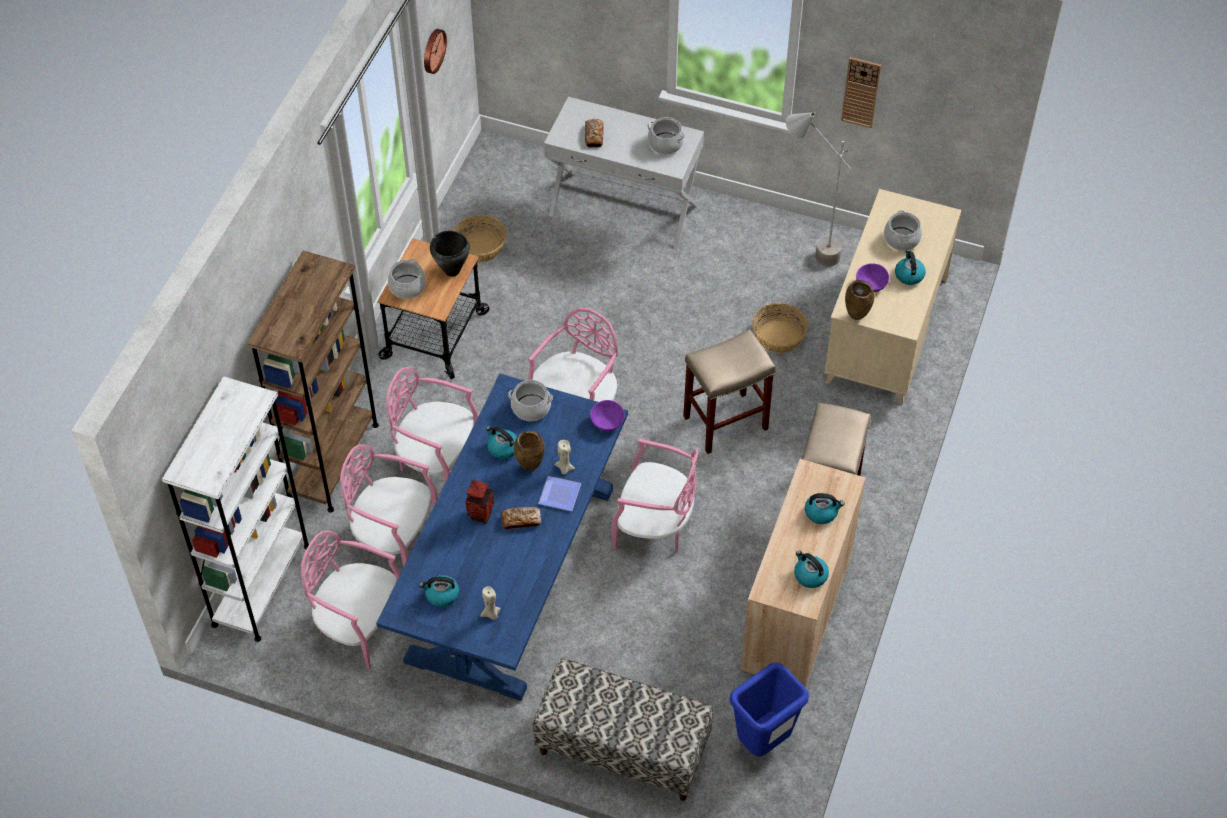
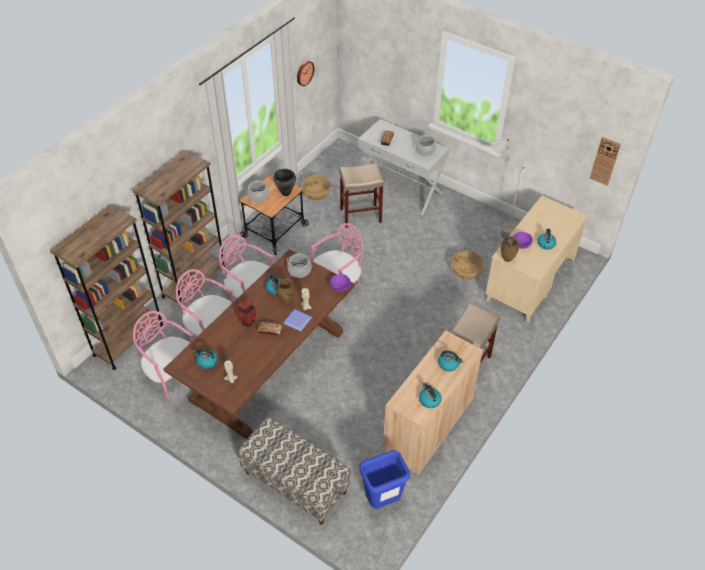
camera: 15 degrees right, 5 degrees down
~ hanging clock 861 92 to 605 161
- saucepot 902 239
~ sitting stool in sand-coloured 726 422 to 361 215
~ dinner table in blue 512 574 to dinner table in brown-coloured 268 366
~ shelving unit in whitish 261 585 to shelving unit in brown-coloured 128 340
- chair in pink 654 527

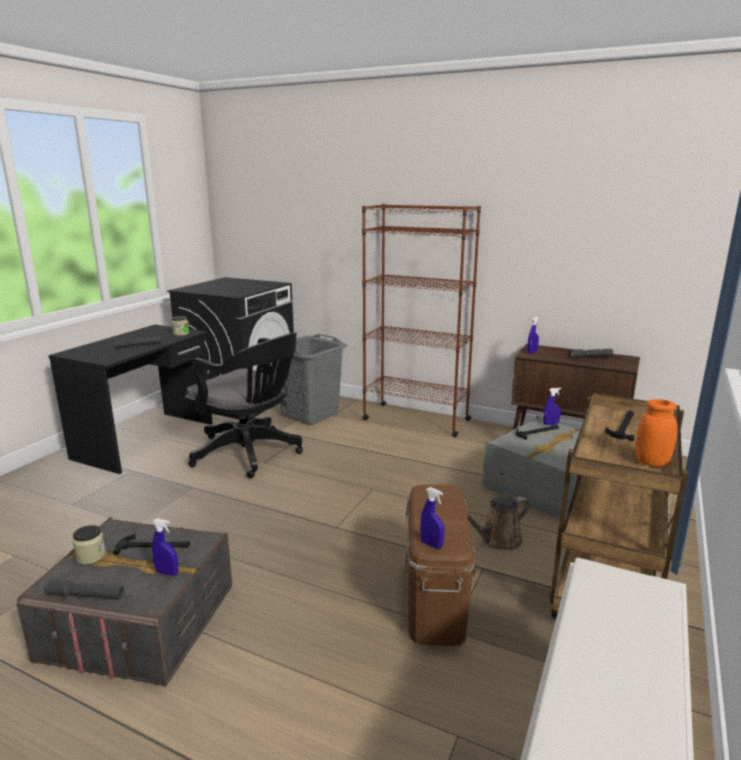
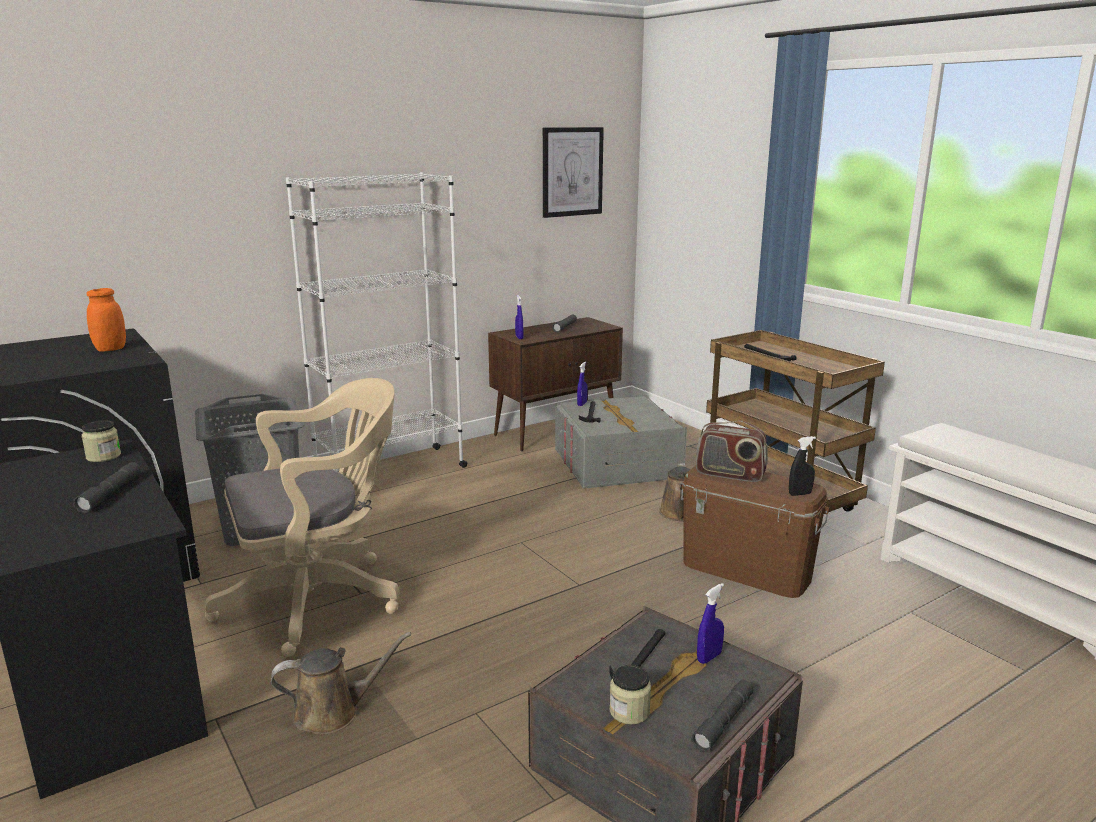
camera: 60 degrees left, 0 degrees up
~ shelving unit in brown-coloured 416 419 to shelving unit in whitish 391 472
~ office chair in blackish 250 454 to office chair in sand-coloured 319 599
~ storage jar in orangey 651 462 to 110 349
~ sprayer in blue 431 544 to sprayer in blackish 800 494
+ wall art 572 172
+ radio 730 474
+ watering pot in brown-coloured 333 712

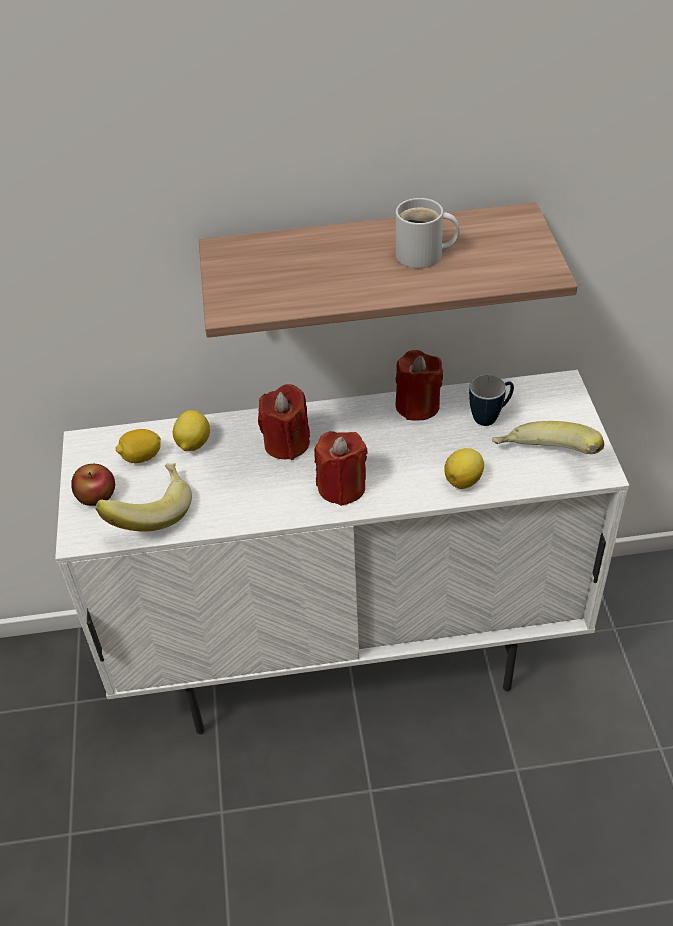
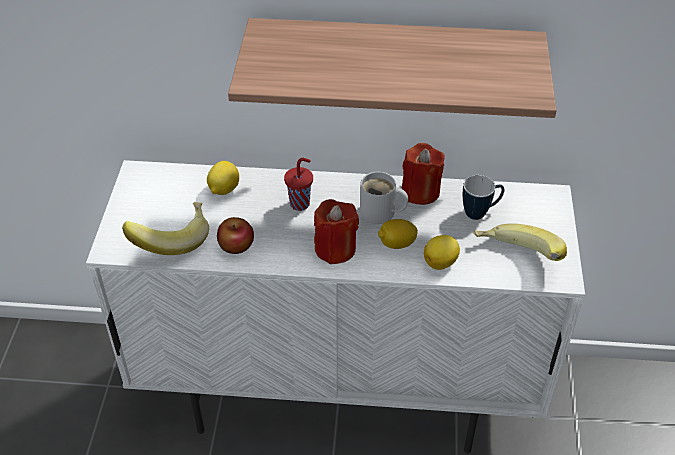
camera: 10 degrees right, 0 degrees up
~ tea mug in whitish 423 255 to 380 213
~ candle in reddish 286 443 to drinking cup in reddish 300 203
~ lemon 141 457 to 396 244
~ apple fruit 96 495 to 236 245

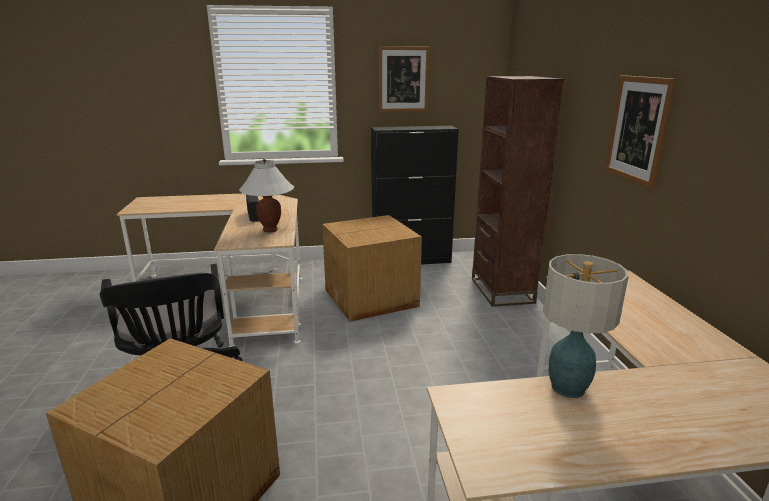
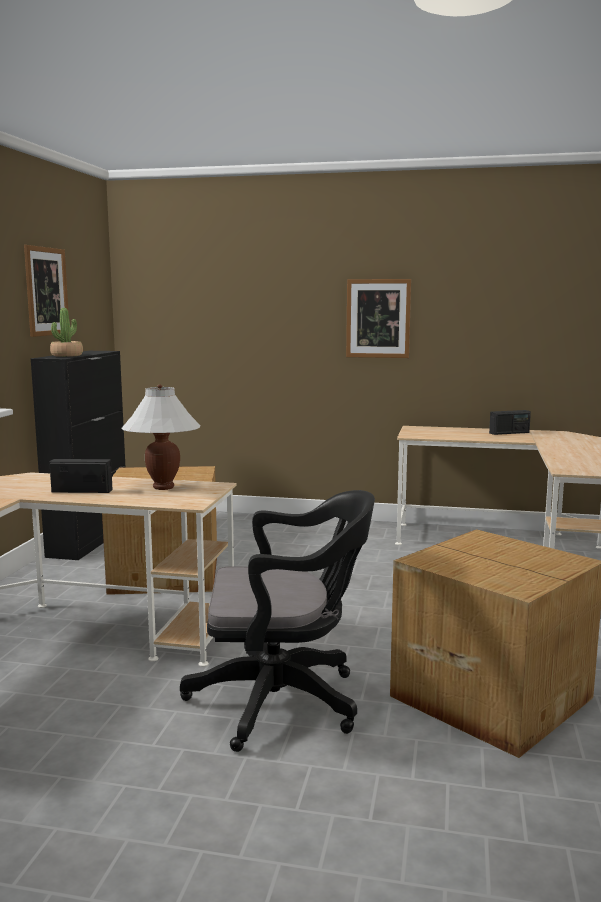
camera: 70 degrees left, 10 degrees down
- shelving unit in brown-coloured 501 290
- lamp for a table 567 388
+ plant in a pot 67 355
+ radio 509 433

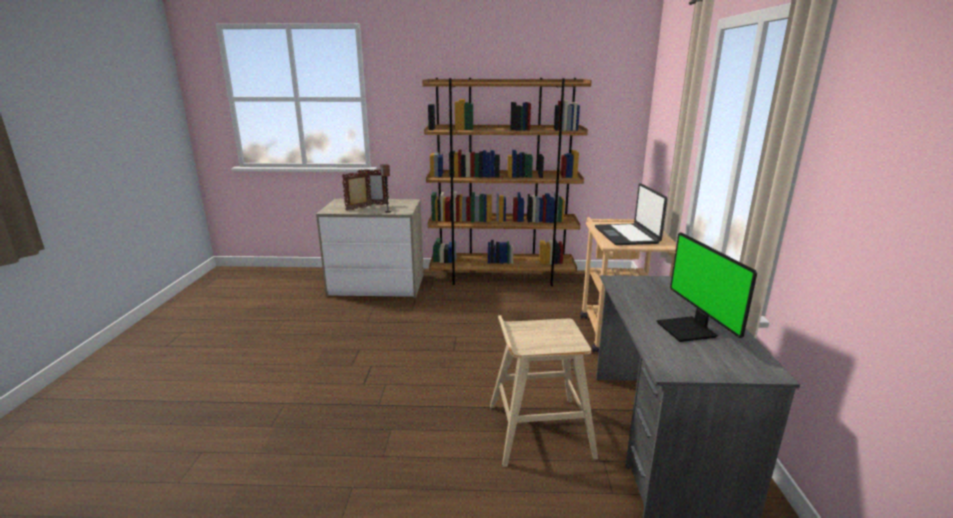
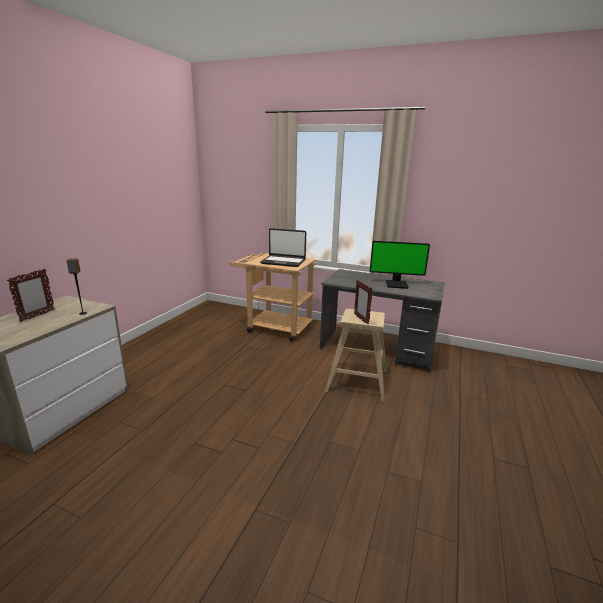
camera: 70 degrees left, 0 degrees up
- shelving unit in brown-coloured 502 277
~ standing frame 359 208 to 361 319

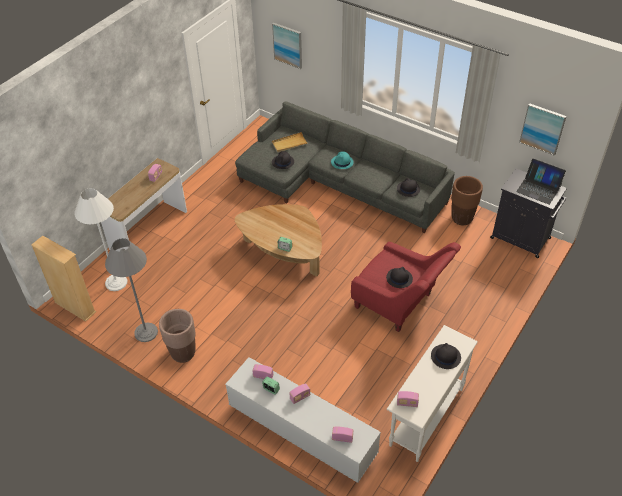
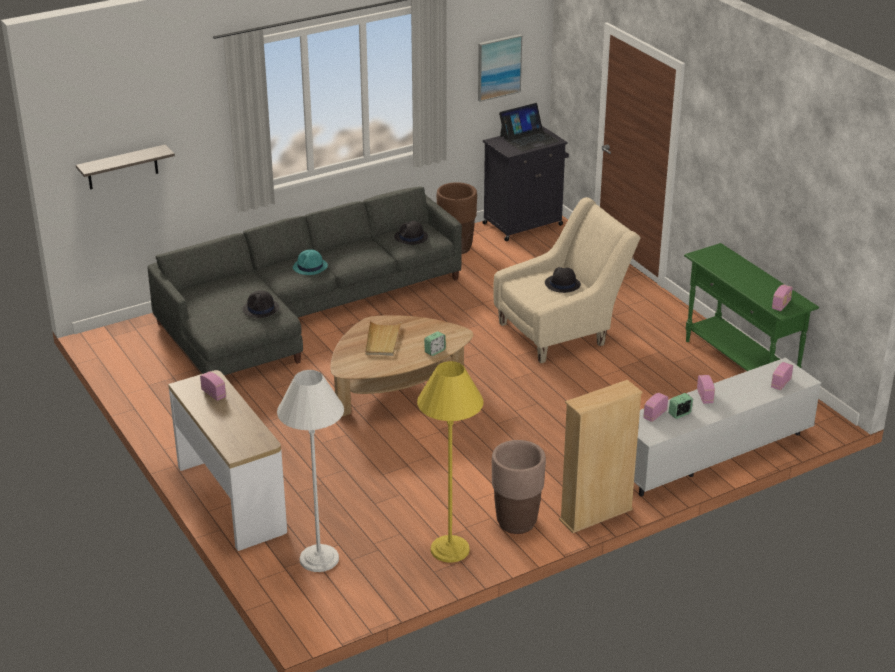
camera: 65 degrees left, 15 degrees down
~ wall art 288 45 to bracket shelf 122 167
~ serving tray in sand-coloured 289 143 to 382 340
~ shelving unit in sand-coloured 75 307 to 596 515
~ standing lamp in greyish 146 332 to standing lamp in yellow 450 549
~ lounge chair in reddish 400 305 to lounge chair in sand-coloured 562 331
~ hall table in whitish 426 417 to hall table in green-coloured 740 365
- wearable hat in blackish 445 357

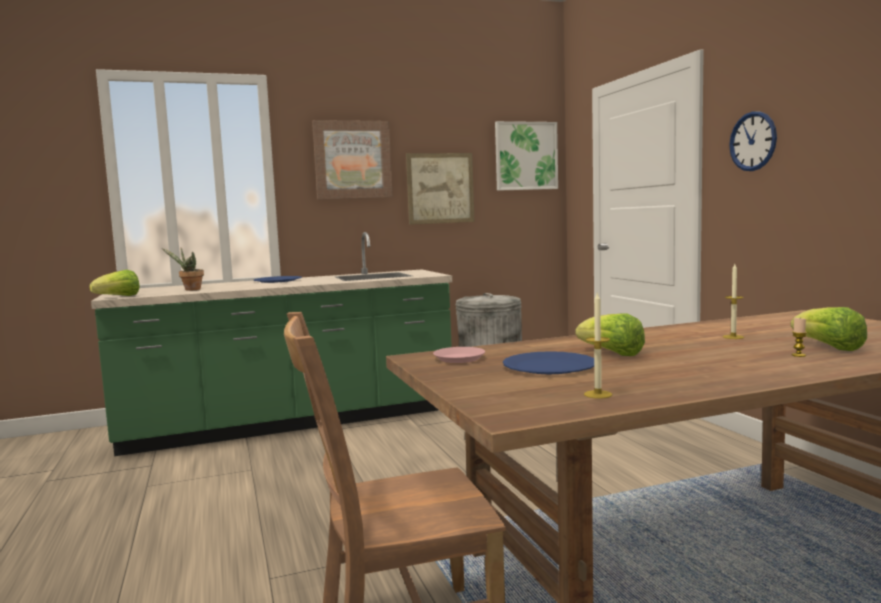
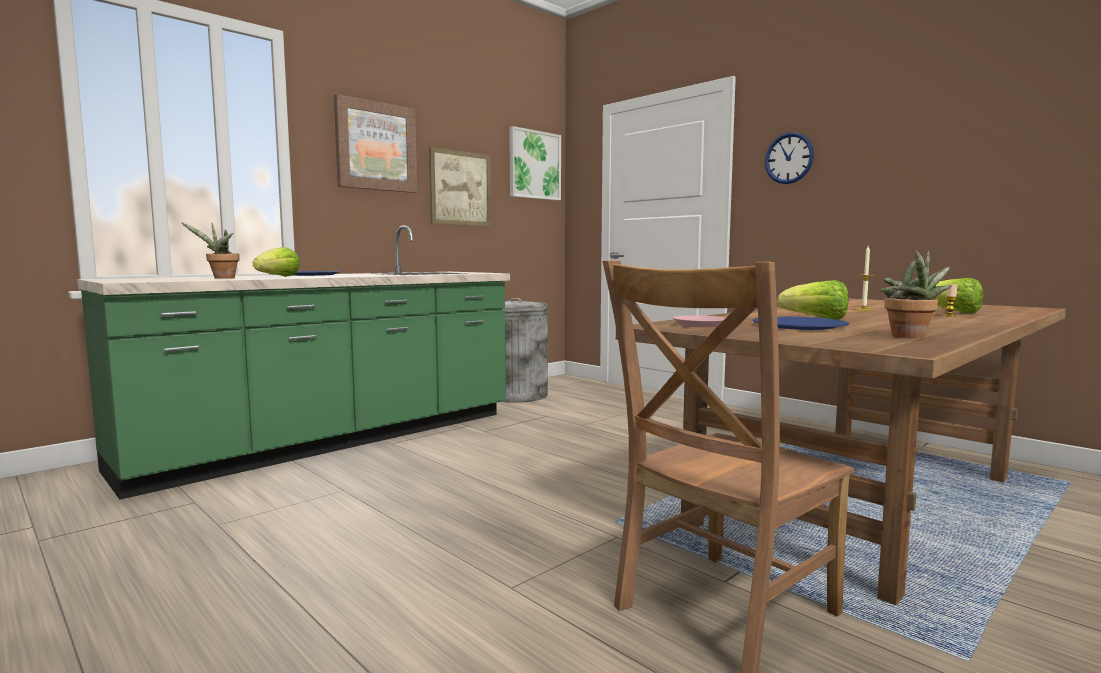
camera: 25 degrees left, 0 degrees up
~ head of lettuce 119 297 to 278 277
~ candle 598 394 to plant in a pot 910 337

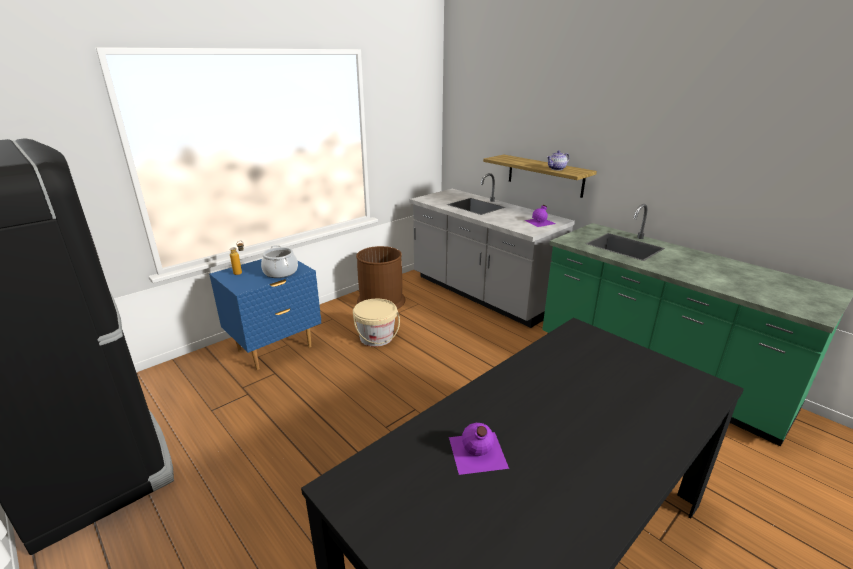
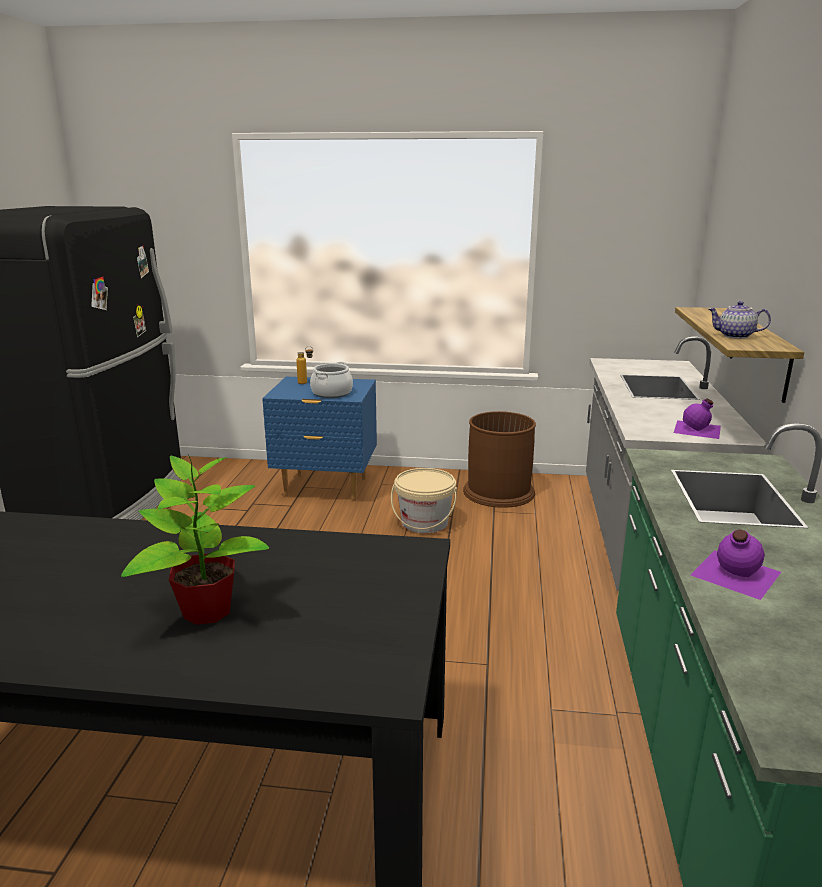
camera: 50 degrees right, 5 degrees down
~ bottle in purple-coloured 477 453 to 734 573
+ plant in a pot 206 610

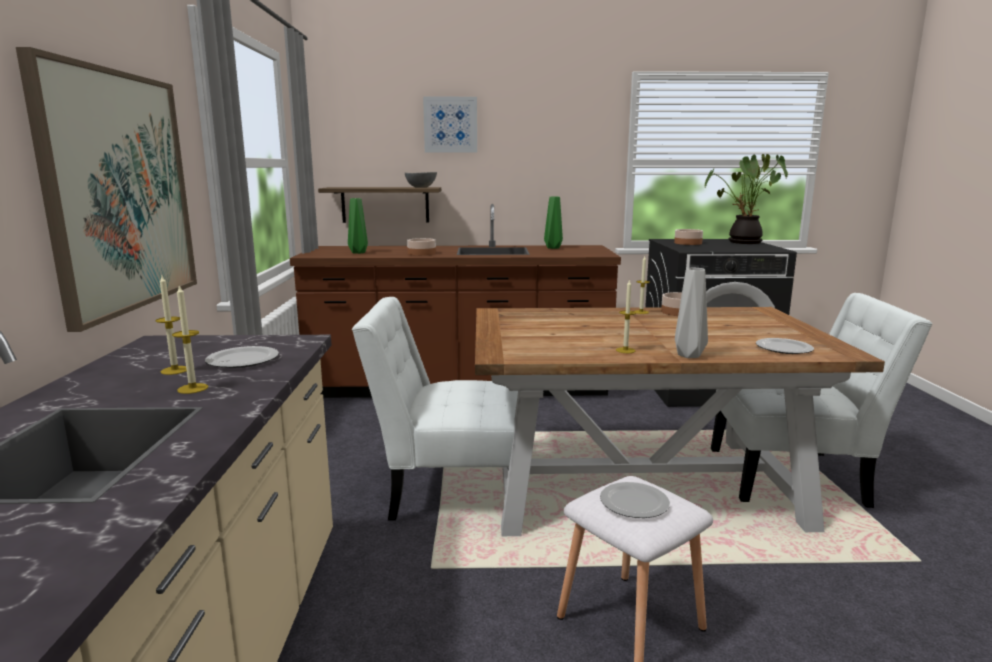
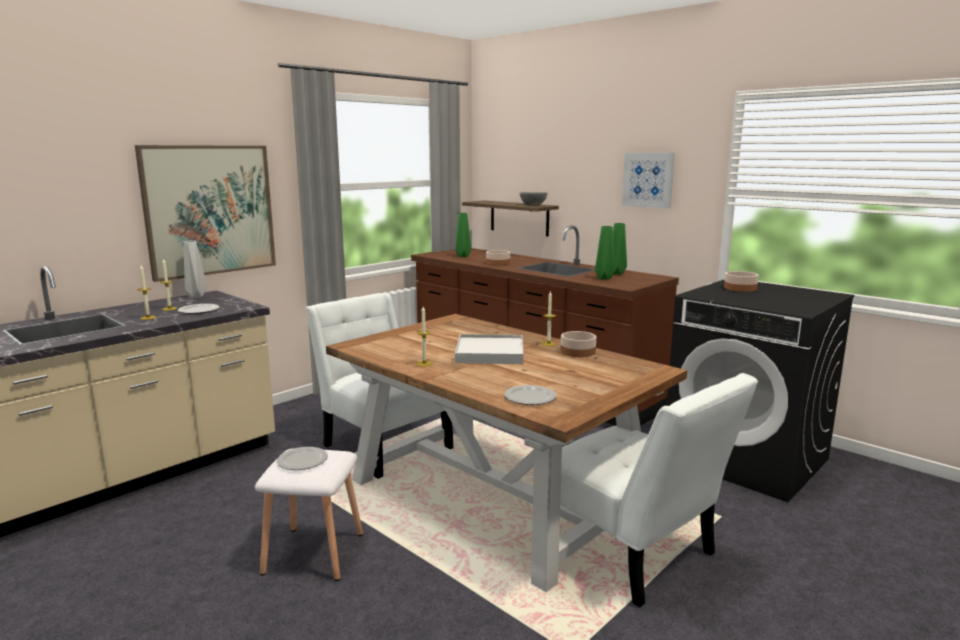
camera: 45 degrees right, 0 degrees up
~ wall art 450 125 to 648 179
- plant in a pot 742 242
~ vase in greyish 689 356 to 195 297
+ vase in green-coloured 604 278
+ serving tray in whitish 490 353

